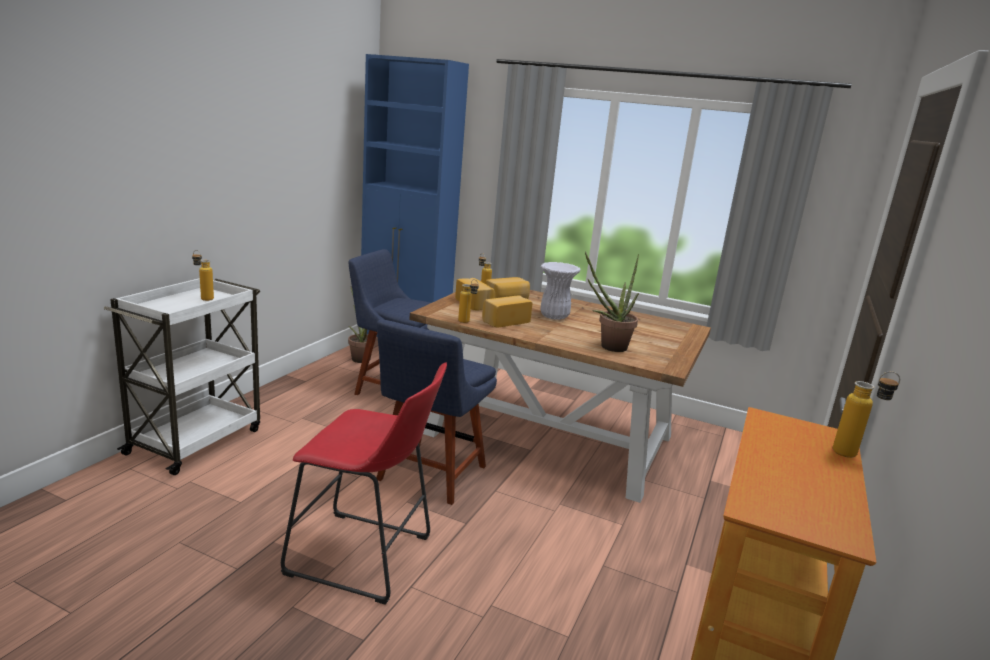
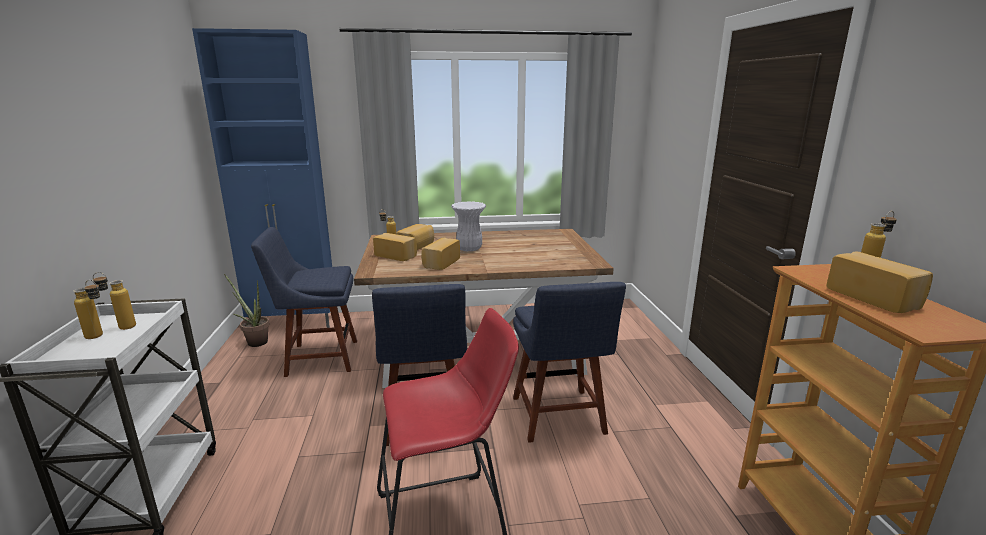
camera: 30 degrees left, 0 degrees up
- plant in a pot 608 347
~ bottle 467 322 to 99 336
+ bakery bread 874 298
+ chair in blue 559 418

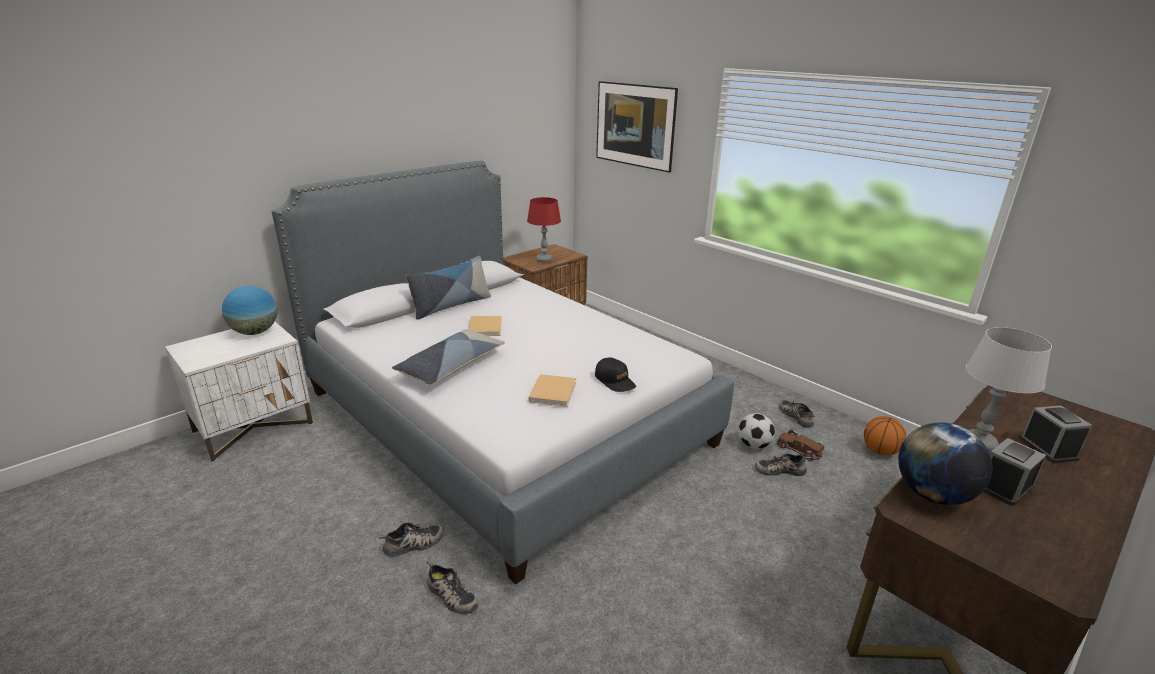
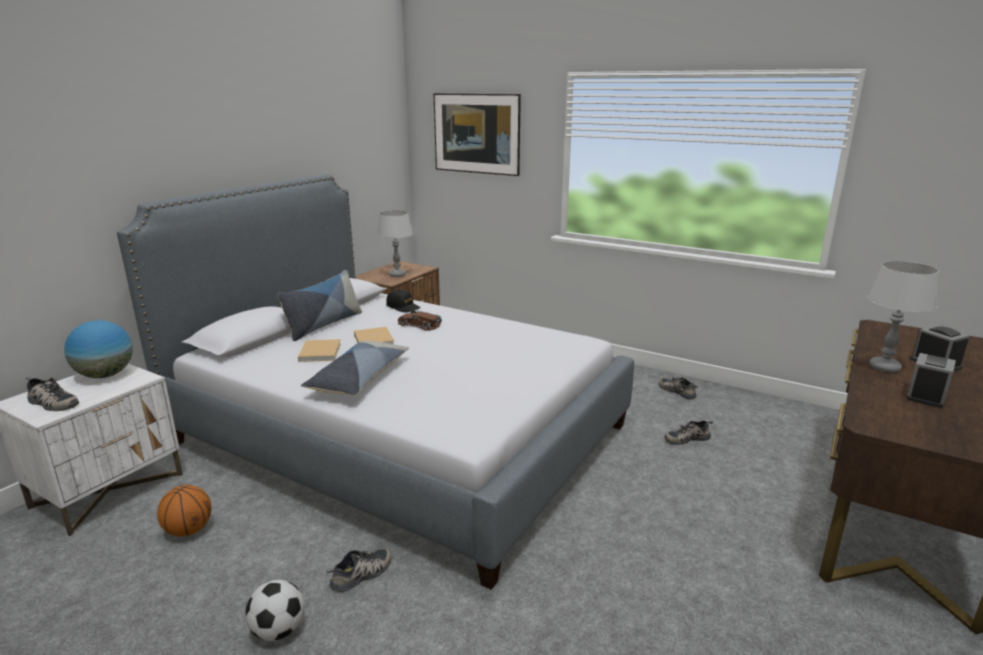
camera: 15 degrees left, 5 degrees down
~ lamp for a table in reddish 544 260 to lamp for a table in greyish 397 275
~ peaked cap in blackish 615 381 to 403 307
~ bound book in sand-coloured 553 391 to 320 351
~ ball for football 753 445 to 278 630
~ basketball ball 880 451 to 189 530
- world globe 932 495
~ toy car in brown-coloured 799 448 to 419 324
~ item of footwear 450 596 to 51 403

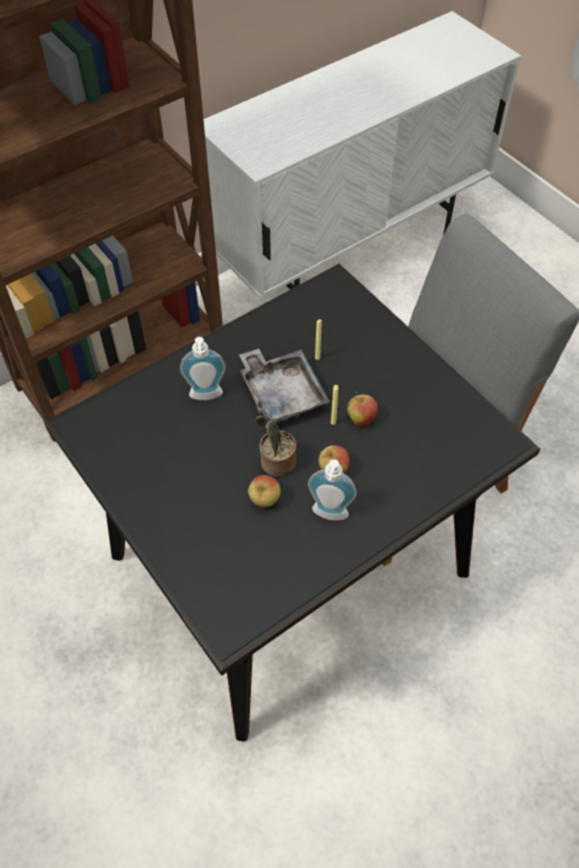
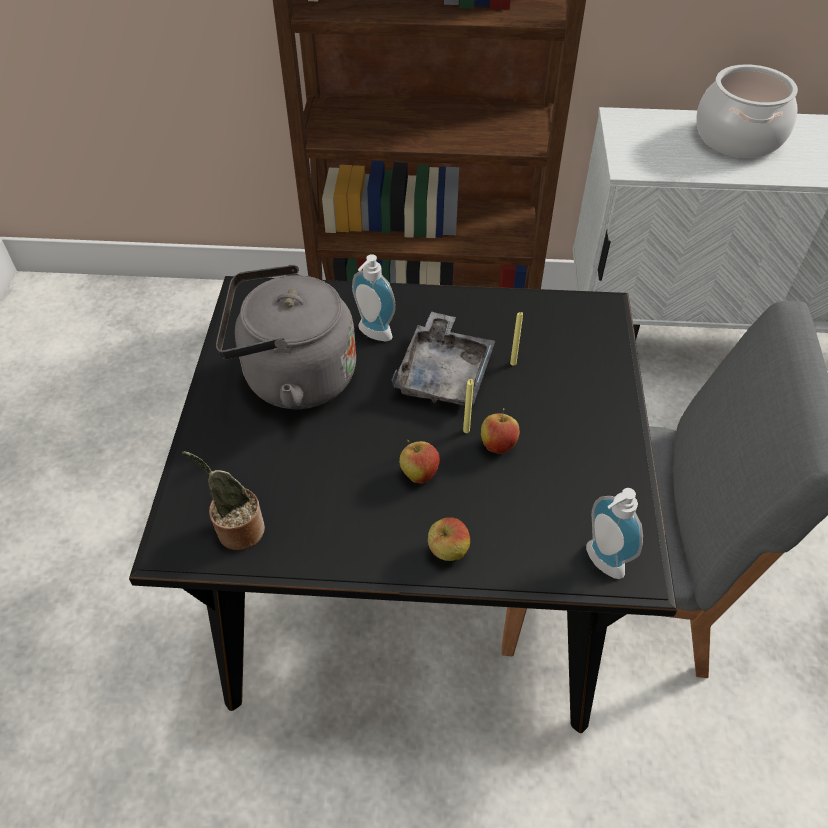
camera: 40 degrees right, 5 degrees down
~ plant in a pot 276 463 to 237 530
~ soap dispenser 329 515 to 600 563
~ apple fruit 264 500 to 448 552
+ saucepot 738 138
+ tea kettle in greyish 292 378

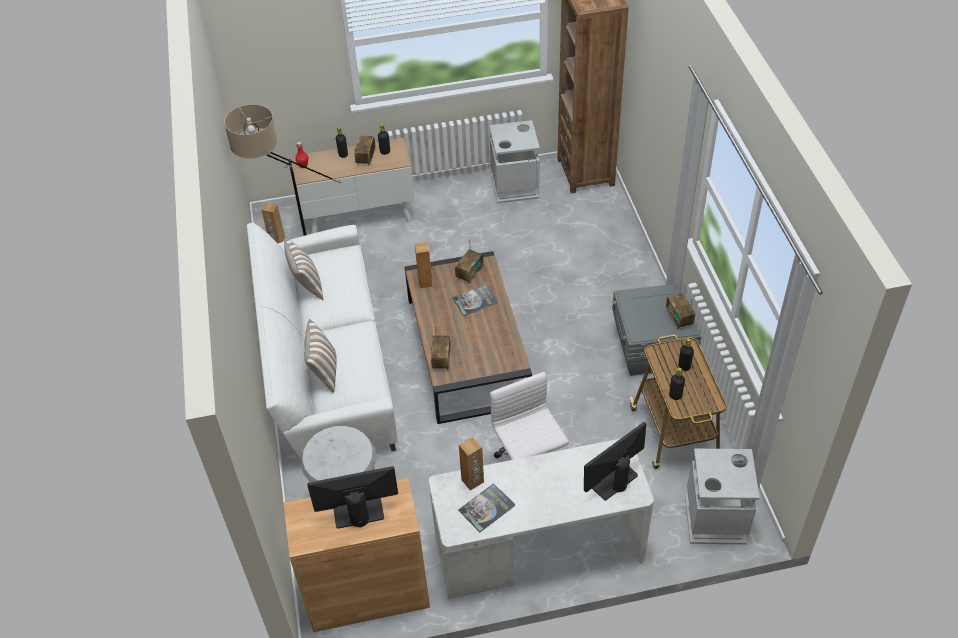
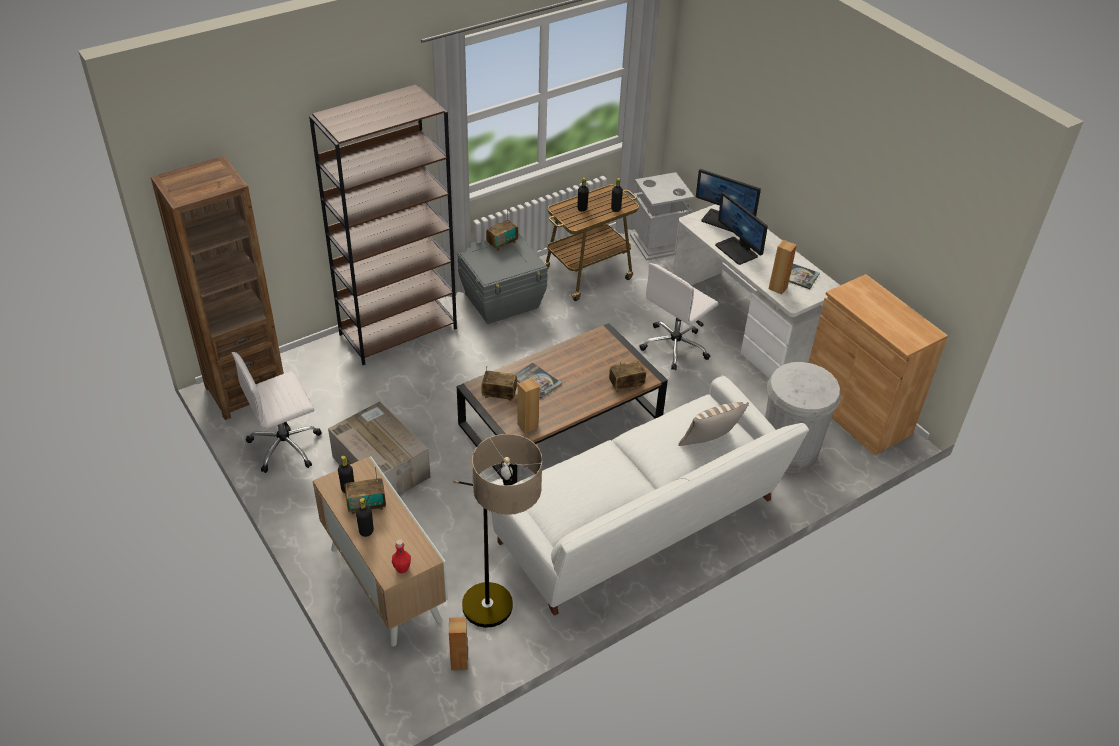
camera: 115 degrees left, 5 degrees down
~ trash can in greyish 515 186 to office chair in whitish 286 445
- pillow 307 286
~ computer screen 358 511 to 737 250
+ shelving unit in brown-coloured 398 331
+ cardboard box 380 466

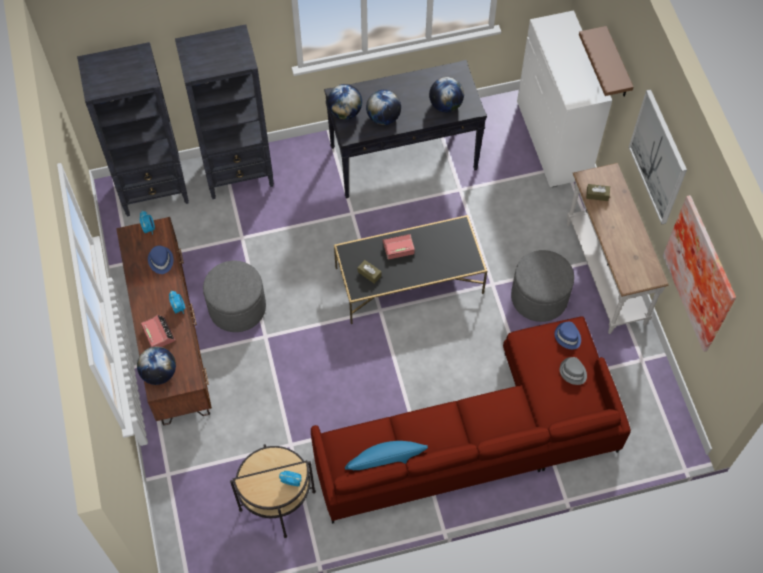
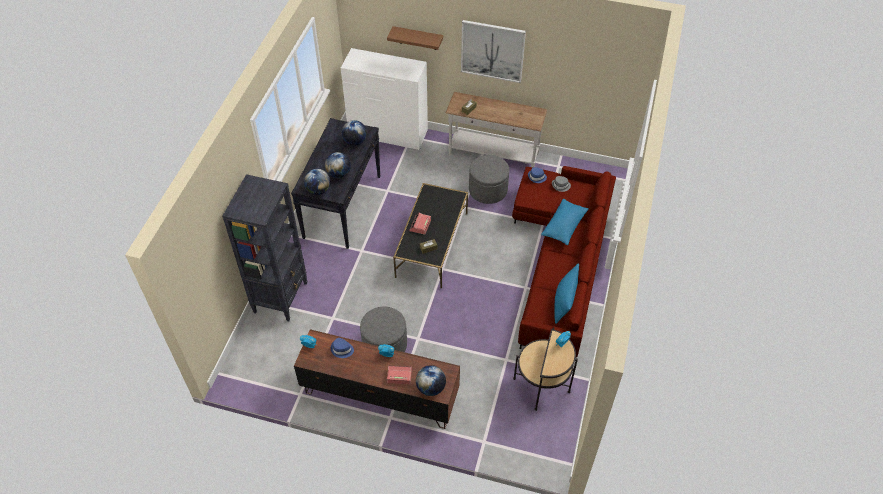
camera: 60 degrees left, 10 degrees down
- shelving unit in blackish 154 190
- wall art 703 273
+ pillow in blue 564 226

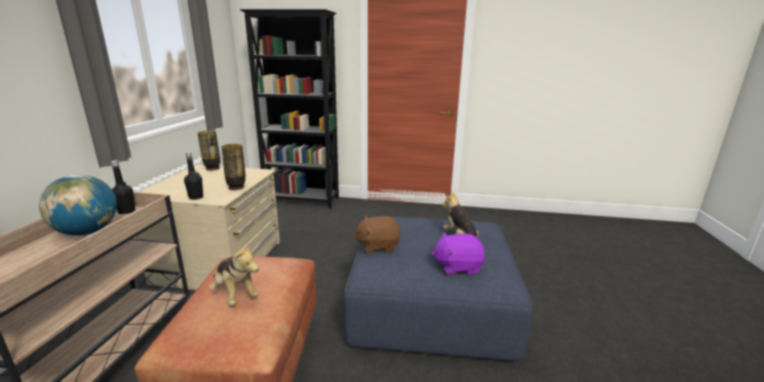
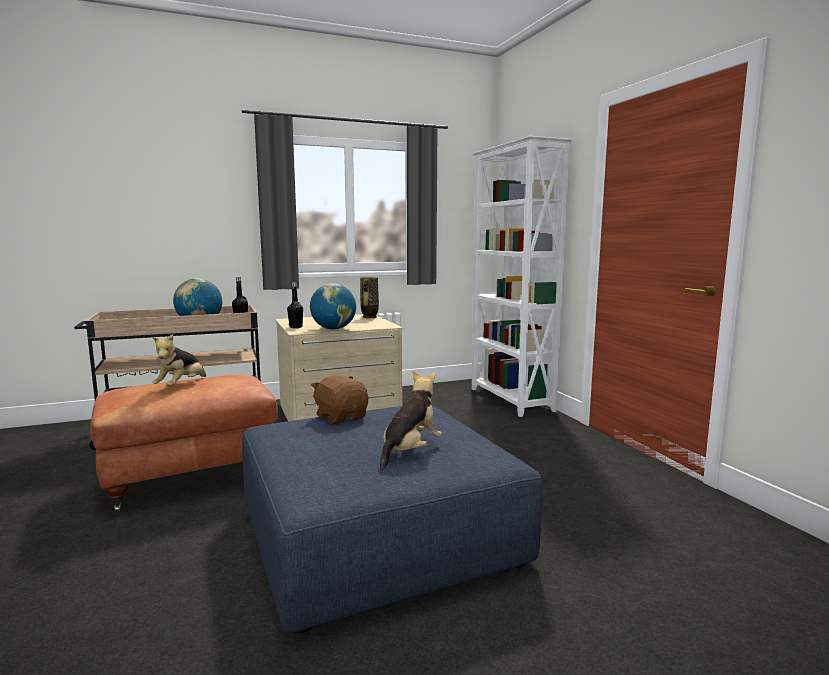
camera: 60 degrees right, 10 degrees down
~ shelving unit in blackish 302 201 to shelving unit in whitish 510 400
~ vase 236 187 to world globe 333 329
- plush toy in purple-coloured 457 267

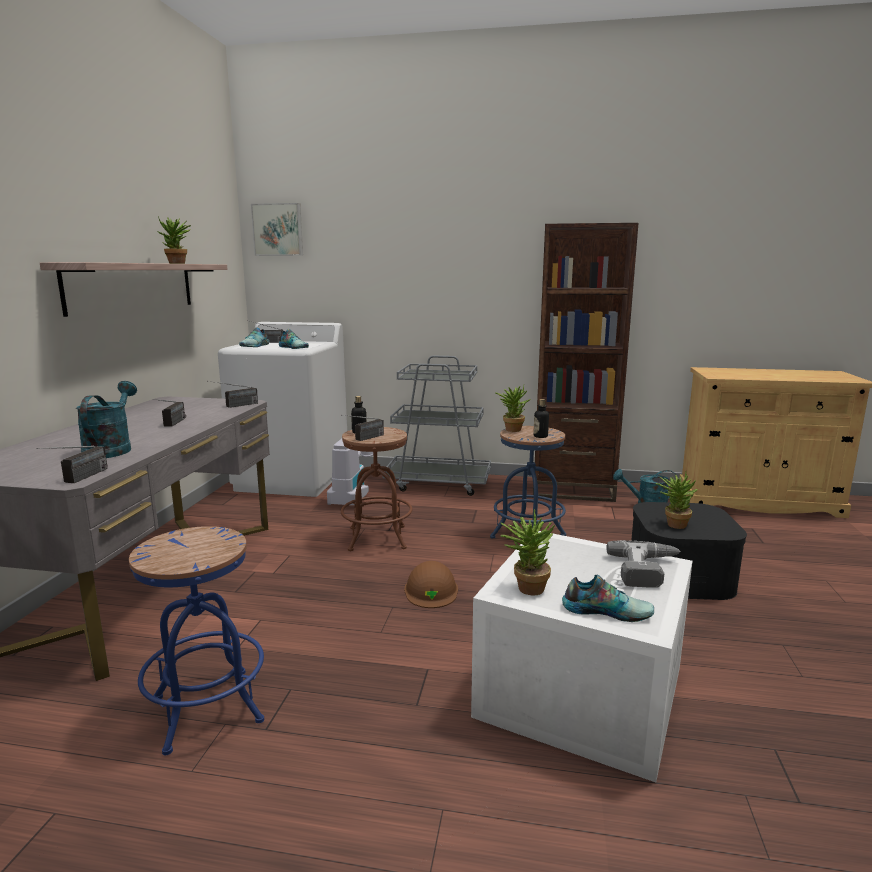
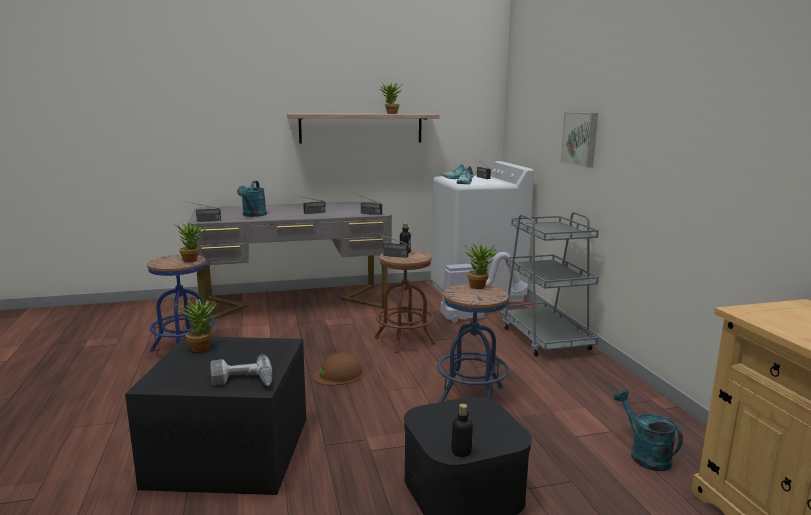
camera: 65 degrees right, 0 degrees up
~ wall art 278 230 to 581 138
- shelving unit in brown-coloured 572 489
~ watering pot in turquoise-coloured 111 449 = 253 215 120 degrees clockwise
~ bottle 540 436 to 461 452
~ plant in a pot 673 524 to 192 260
~ storage bin in whitish 579 689 to storage bin in blackish 233 450
- item of footwear 606 610

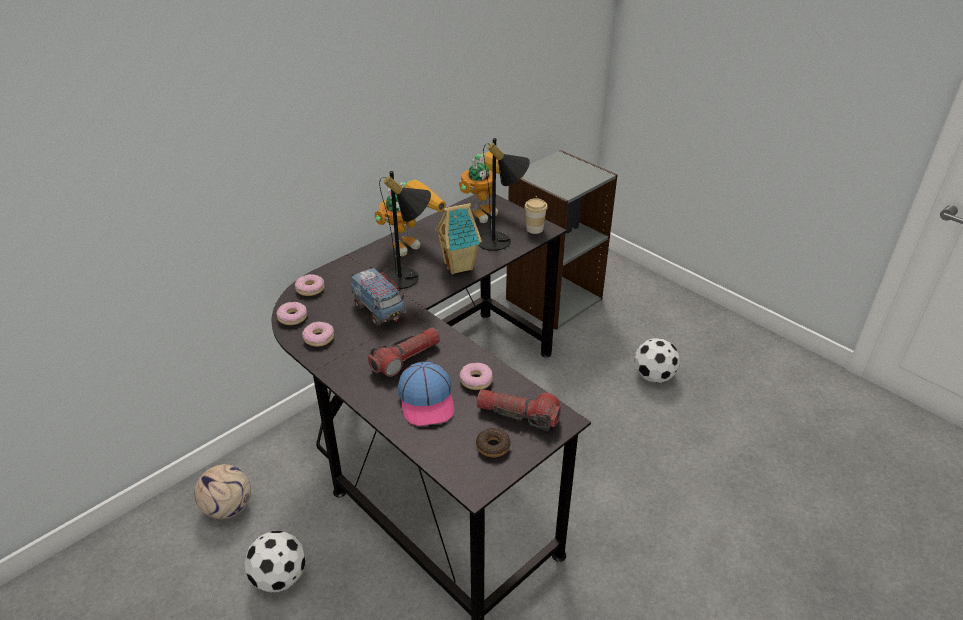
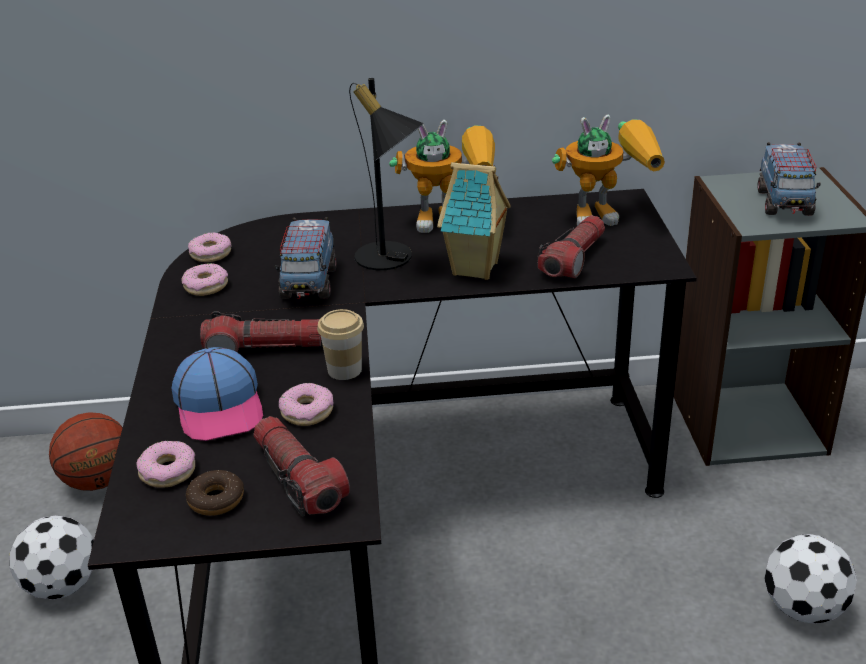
camera: 40 degrees right, 5 degrees down
~ lamp for a table in blackish 500 242 to flashlight 573 259
~ drinking cup 534 229 to 344 370
~ doughnut 310 289 to 167 471
~ peaked cap 427 400 = 220 406 45 degrees counterclockwise
~ ball for football 228 507 to basketball ball 98 481
+ model truck 784 203

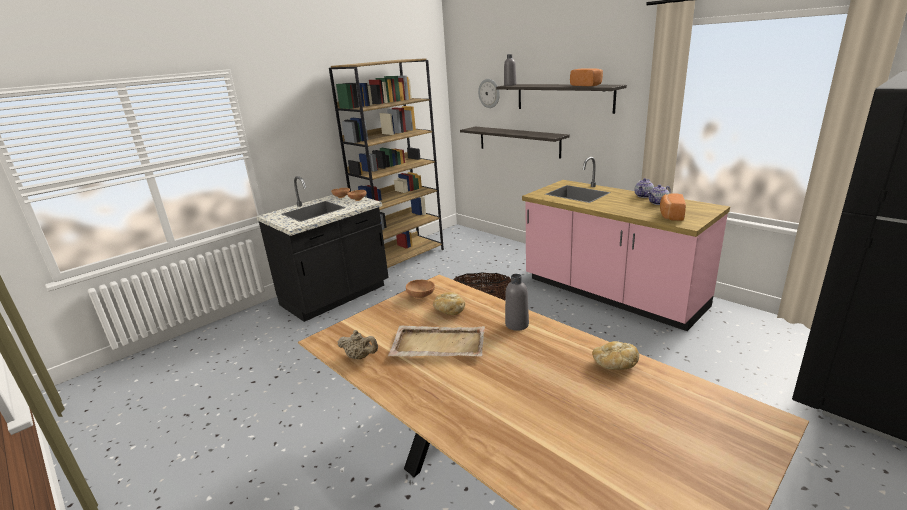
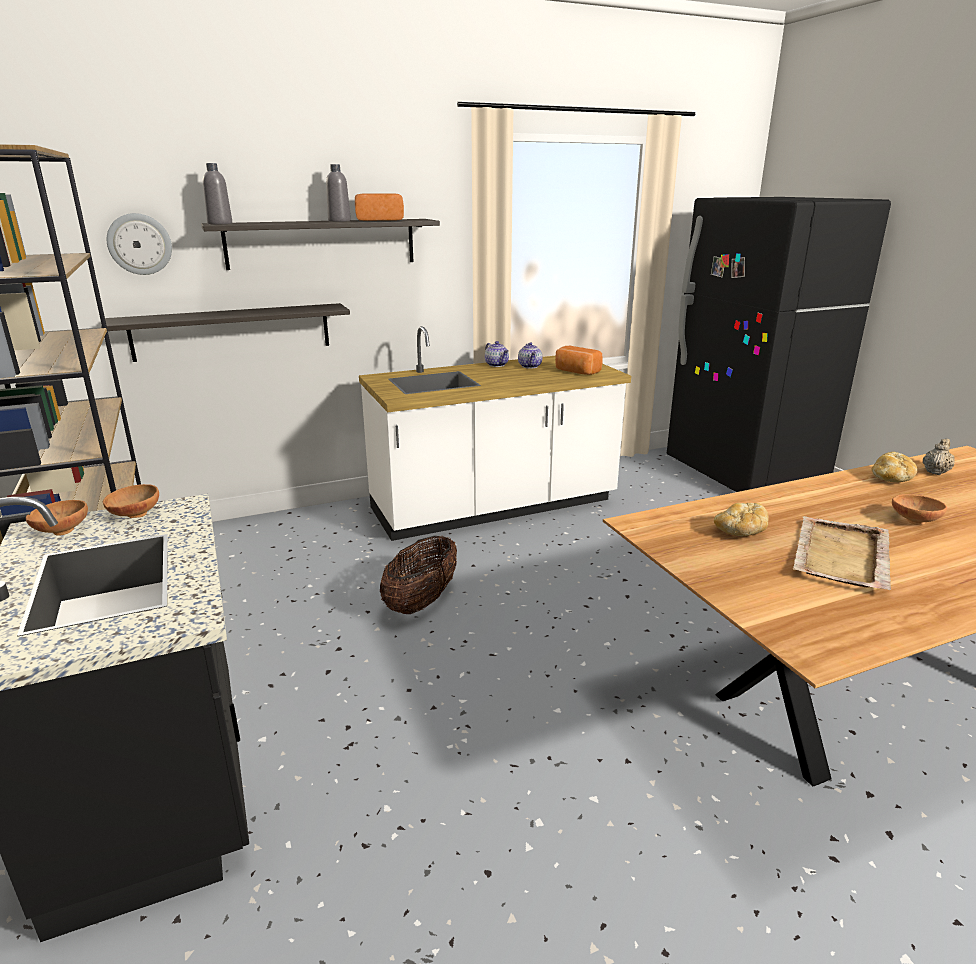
camera: 70 degrees left, 0 degrees up
~ counter in pink 611 293 to counter in whitish 494 507
~ bottle in greyish 517 324 to 339 221
~ deep dish in brown-coloured 421 296 to 914 520
~ teapot in sand-coloured 360 357 to 935 472

